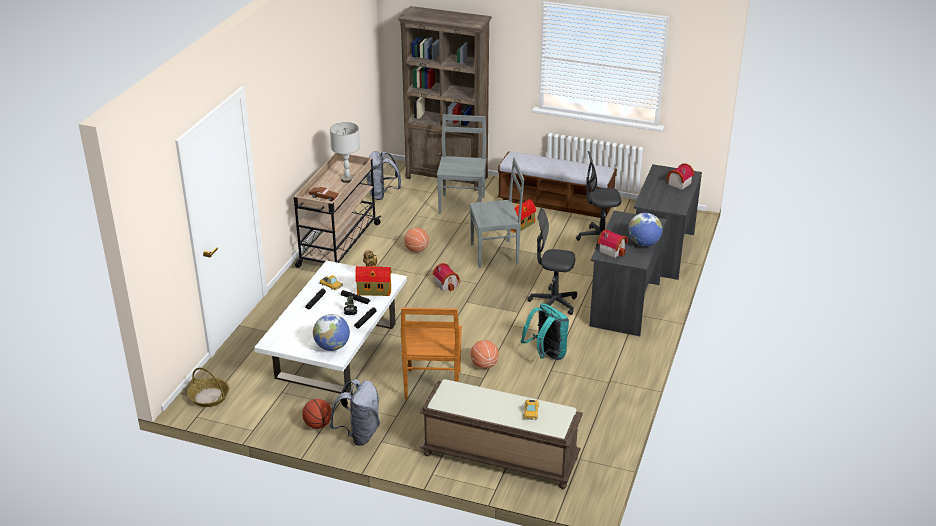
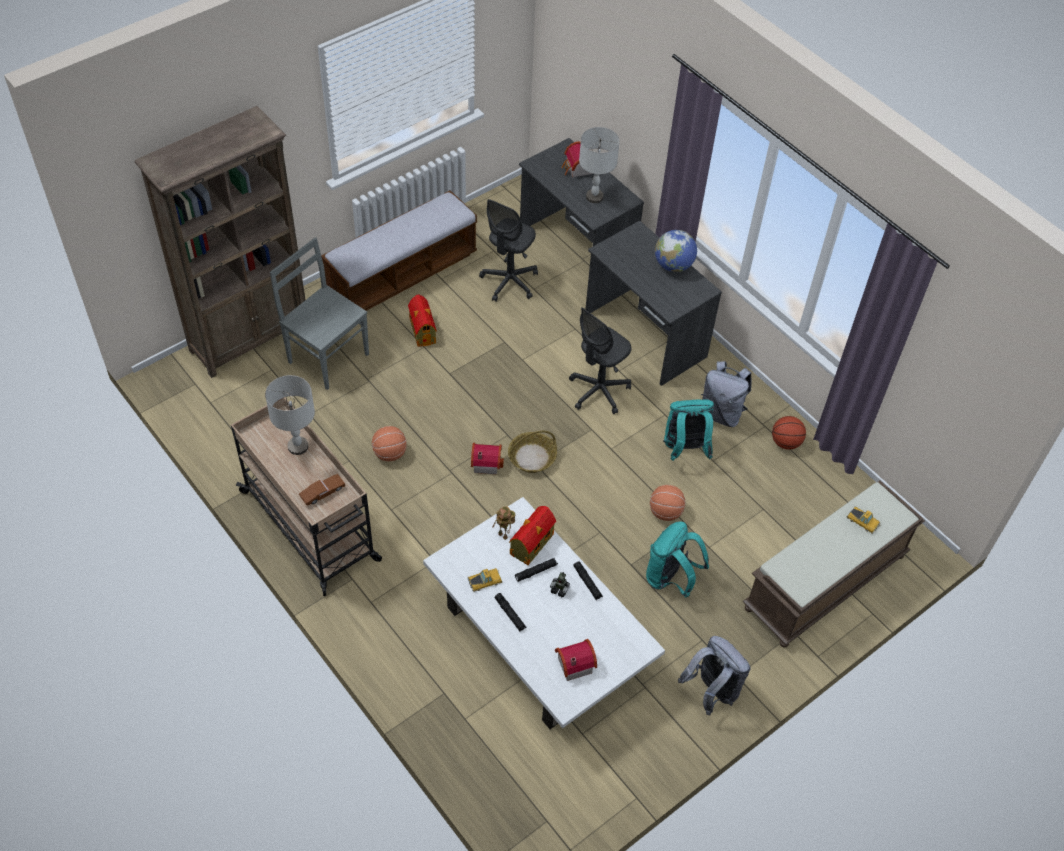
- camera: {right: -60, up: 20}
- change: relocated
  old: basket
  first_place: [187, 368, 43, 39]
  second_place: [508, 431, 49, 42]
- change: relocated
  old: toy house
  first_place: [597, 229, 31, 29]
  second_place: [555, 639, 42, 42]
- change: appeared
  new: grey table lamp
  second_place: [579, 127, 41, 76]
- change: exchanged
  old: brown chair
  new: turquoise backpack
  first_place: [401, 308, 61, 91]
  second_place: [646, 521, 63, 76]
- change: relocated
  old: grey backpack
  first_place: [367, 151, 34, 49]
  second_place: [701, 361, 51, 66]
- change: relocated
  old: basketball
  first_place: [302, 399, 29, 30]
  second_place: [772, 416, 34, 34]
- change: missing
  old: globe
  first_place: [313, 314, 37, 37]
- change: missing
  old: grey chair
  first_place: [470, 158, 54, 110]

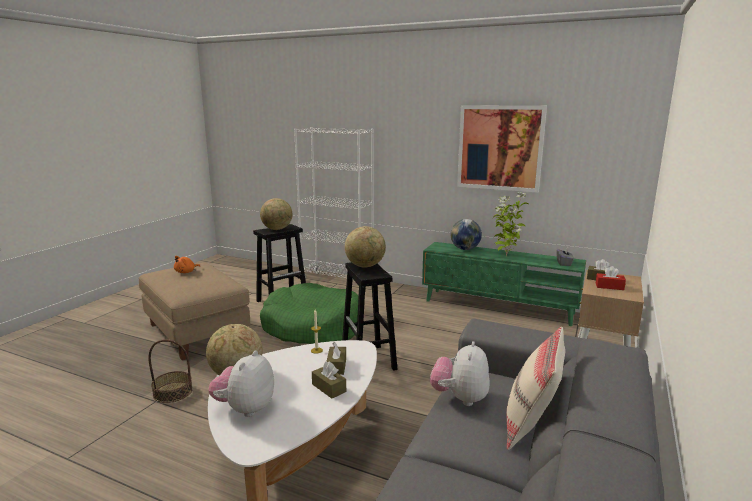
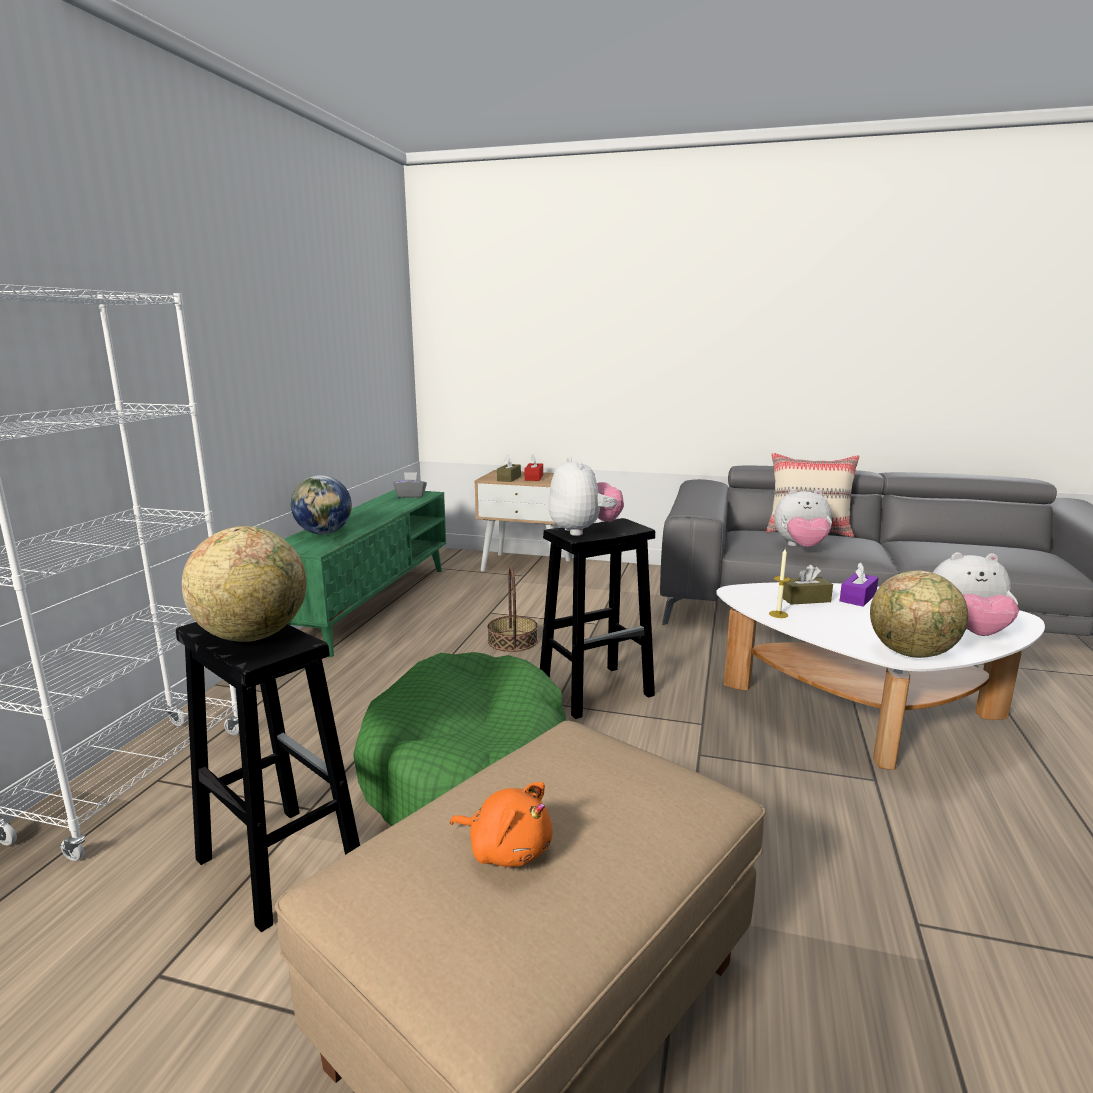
- camera: {right: -100, up: 0}
- change: relocated
  old: basket
  first_place: [148, 339, 45, 64]
  second_place: [487, 566, 51, 86]
- change: exchanged
  old: globe
  new: plush toy
  first_place: [345, 226, 41, 41]
  second_place: [548, 456, 76, 80]
- change: colour
  old: brown tissue box
  new: purple tissue box
  first_place: [312, 362, 34, 37]
  second_place: [840, 562, 39, 44]
- change: missing
  old: picture
  first_place: [457, 105, 90, 88]
- change: missing
  old: potted plant
  first_place: [493, 192, 36, 64]

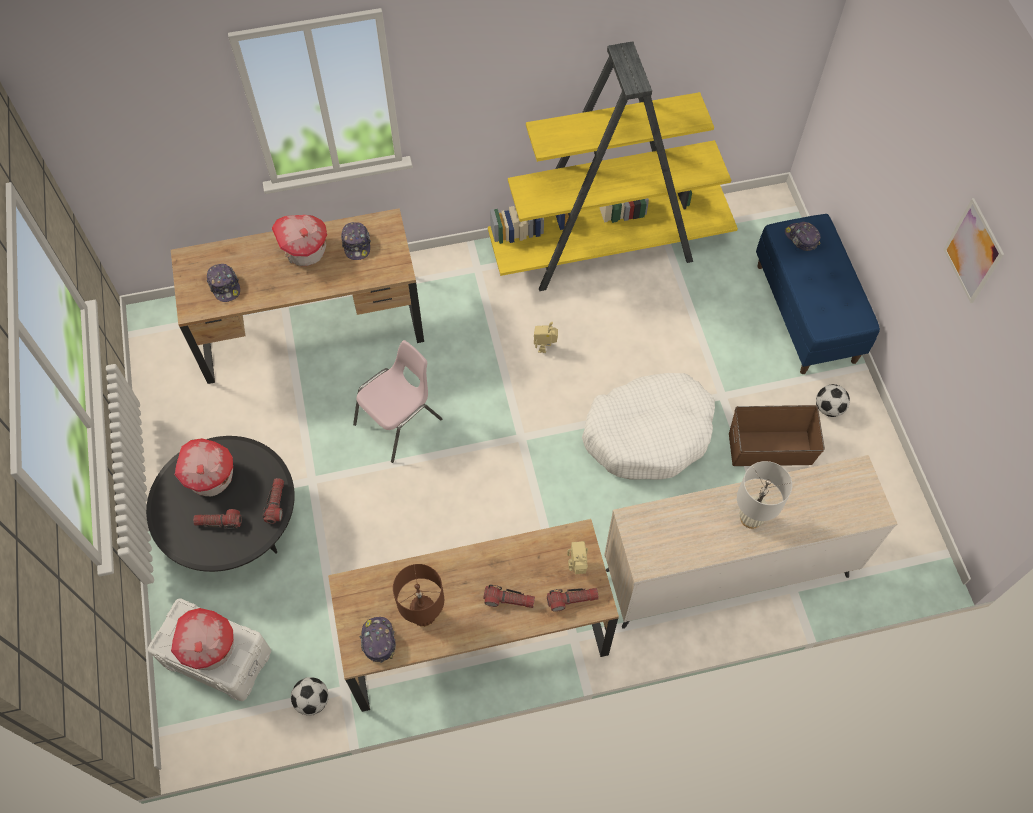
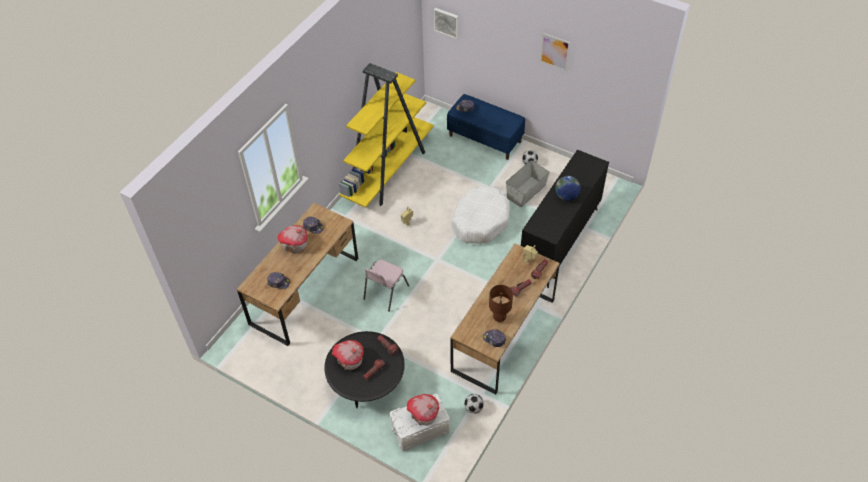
- camera: {right: -45, up: -10}
- change: spun
  old: pink chair
  first_place: [353, 340, 89, 123]
  second_place: [363, 260, 46, 52]
  degrees: -150
- change: appeared
  new: picture
  second_place: [434, 8, 24, 31]
- change: colour
  old: brown storage box
  new: grey storage box
  first_place: [729, 405, 96, 61]
  second_place: [506, 160, 44, 47]
- change: colour
  old: beige dresser
  new: black dresser
  first_place: [604, 455, 293, 174]
  second_place: [521, 150, 88, 138]
- change: exchanged
  old: white table lamp
  new: globe
  first_place: [737, 461, 55, 68]
  second_place: [555, 176, 26, 25]

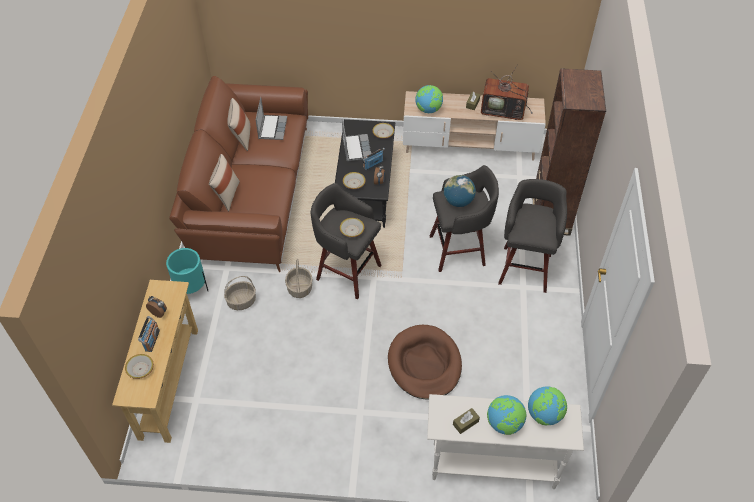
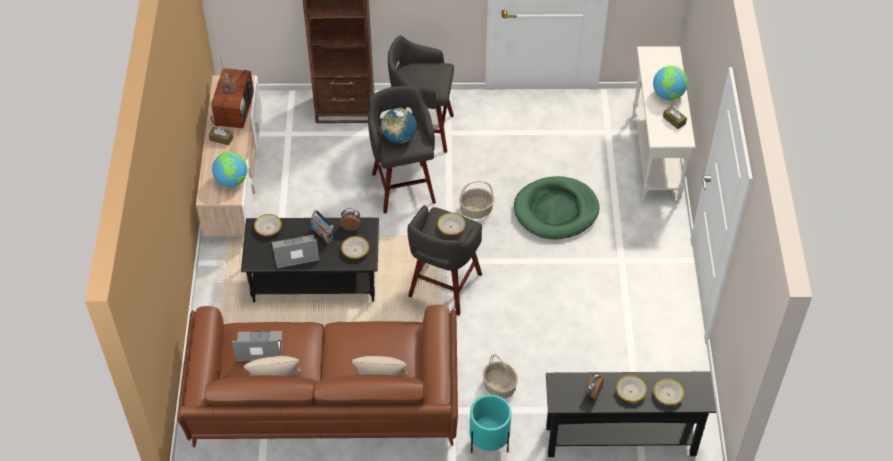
- camera: {right: -95, up: 0}
- change: relocated
  old: basket
  first_place: [285, 259, 27, 39]
  second_place: [459, 181, 35, 38]
- change: colour
  old: brown dog bed
  new: green dog bed
  first_place: [388, 325, 74, 74]
  second_place: [514, 176, 85, 63]
- change: colour
  old: beige console table
  new: black console table
  first_place: [112, 280, 86, 163]
  second_place: [546, 371, 170, 86]
- change: exchanged
  old: radio
  new: bowl
  first_place: [138, 316, 22, 36]
  second_place: [616, 375, 31, 27]
- change: missing
  old: globe
  first_place: [528, 386, 39, 39]

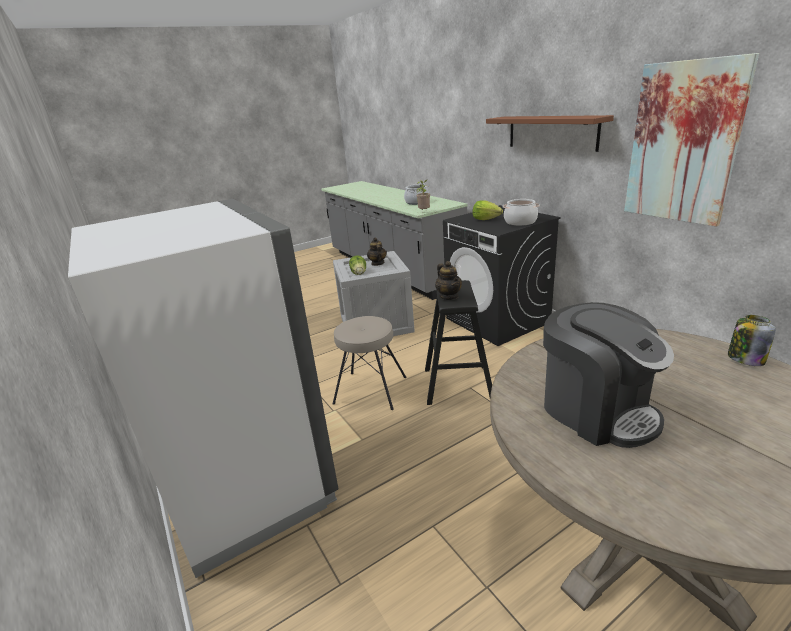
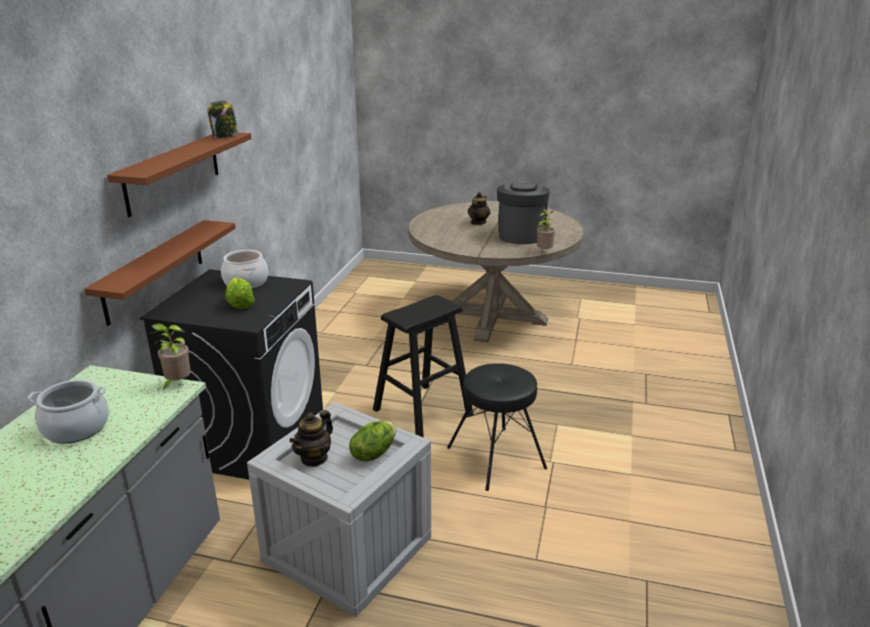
- camera: {right: -135, up: 0}
- change: appeared
  new: brown shelf
  second_place: [84, 220, 152, 106]
- change: relocated
  old: jar
  first_place: [728, 315, 48, 51]
  second_place: [207, 100, 32, 38]
- change: colour
  old: beige stool
  new: black stool
  first_place: [333, 316, 74, 94]
  second_place: [447, 363, 100, 128]
- change: relocated
  old: teapot
  first_place: [435, 261, 27, 39]
  second_place: [468, 192, 22, 33]
- change: appeared
  new: potted plant
  second_place: [537, 209, 18, 40]
- change: missing
  old: white fridge
  first_place: [68, 199, 270, 379]
- change: missing
  old: picture
  first_place: [624, 53, 135, 174]

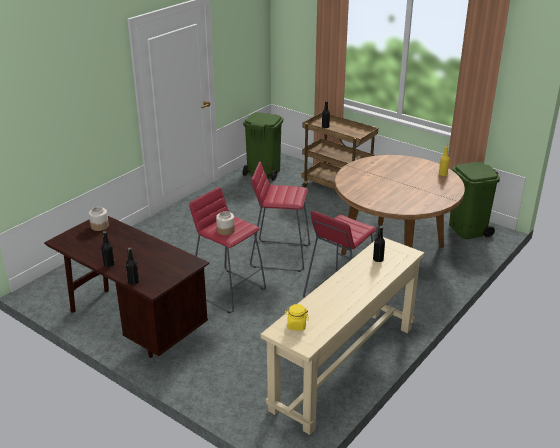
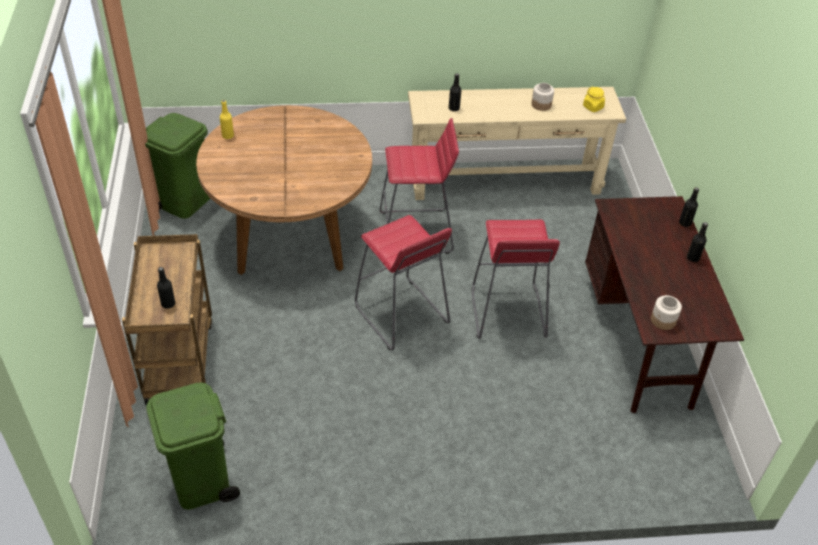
- camera: {right: -135, up: 15}
- change: relocated
  old: jar
  first_place: [216, 211, 19, 24]
  second_place: [531, 83, 23, 28]

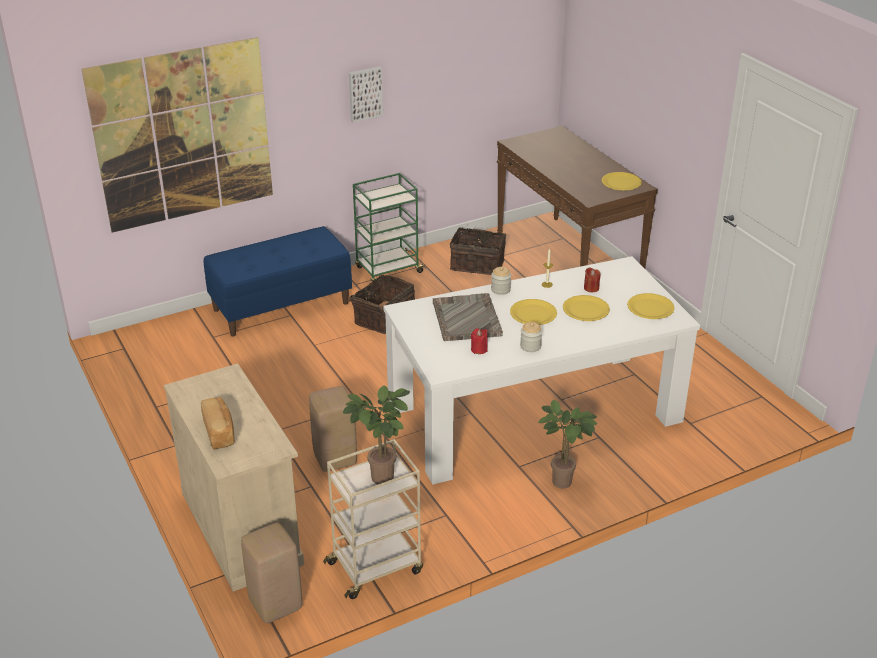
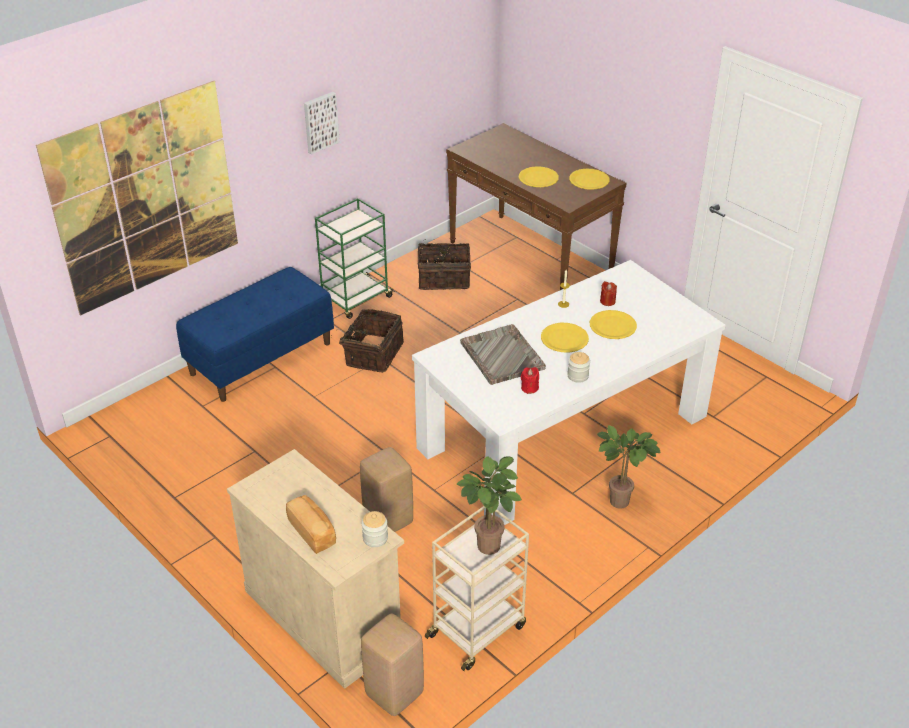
- camera: {right: -15, up: 5}
- change: relocated
  old: jar
  first_place: [491, 267, 20, 28]
  second_place: [362, 511, 26, 36]
- change: relocated
  old: yellow plate
  first_place: [627, 293, 48, 26]
  second_place: [519, 166, 40, 21]

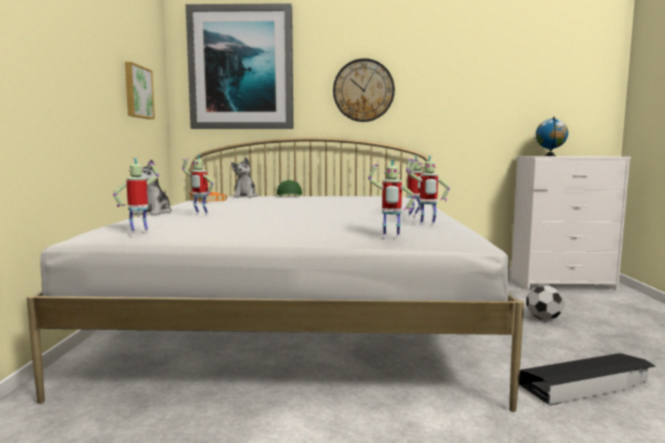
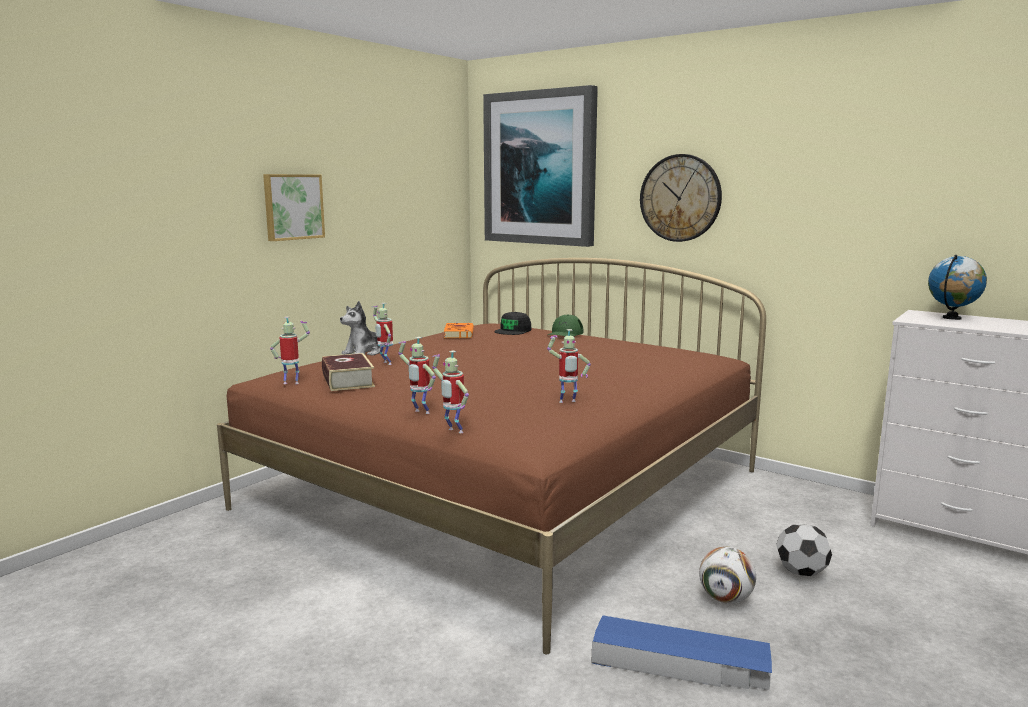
- camera: {right: 35, up: 5}
- change: colour
  old: white bed
  new: brown bed
  first_place: [26, 137, 498, 275]
  second_place: [217, 258, 549, 396]
- change: relocated
  old: picture
  first_place: [125, 62, 30, 57]
  second_place: [263, 174, 62, 67]
- change: appeared
  new: book
  second_place: [322, 353, 53, 38]
- change: relocated
  old: toy robot
  first_place: [409, 155, 41, 70]
  second_place: [399, 337, 37, 77]
- change: exchanged
  old: plush toy
  new: black cap
  first_place: [231, 157, 27, 41]
  second_place: [494, 312, 37, 23]
- change: colour
  old: black storage box
  new: blue storage box
  first_place: [519, 353, 137, 52]
  second_place: [591, 615, 181, 75]
- change: appeared
  new: football
  second_place: [699, 547, 57, 57]

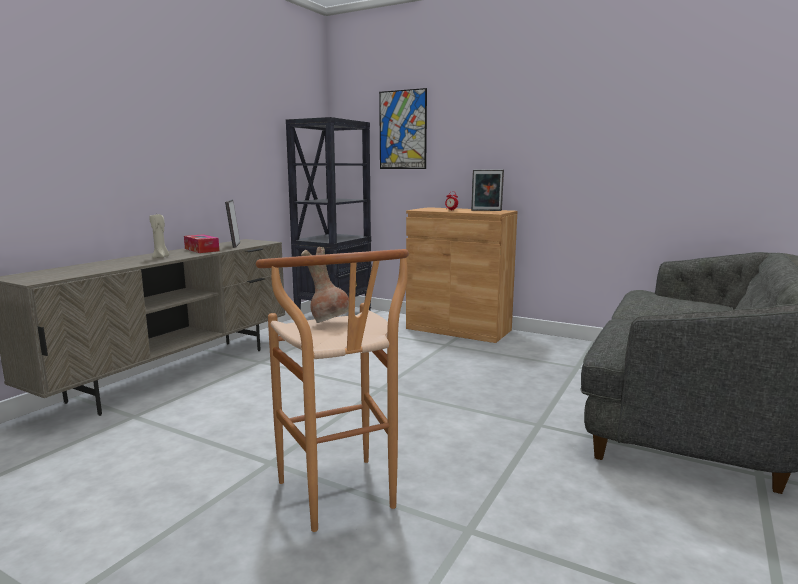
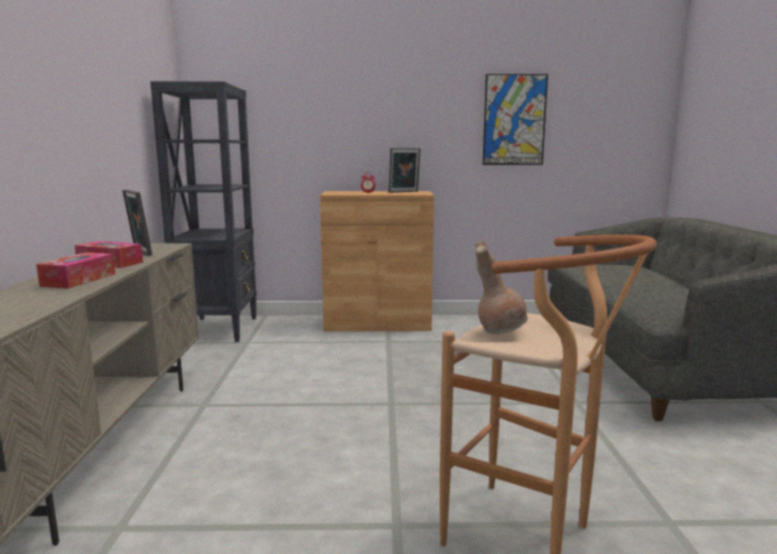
- camera: {right: -30, up: 0}
- change: exchanged
  old: beige candle
  new: tissue box
  first_place: [149, 214, 20, 44]
  second_place: [36, 253, 79, 36]
- change: relocated
  old: picture
  first_place: [379, 88, 48, 81]
  second_place: [483, 74, 65, 91]

